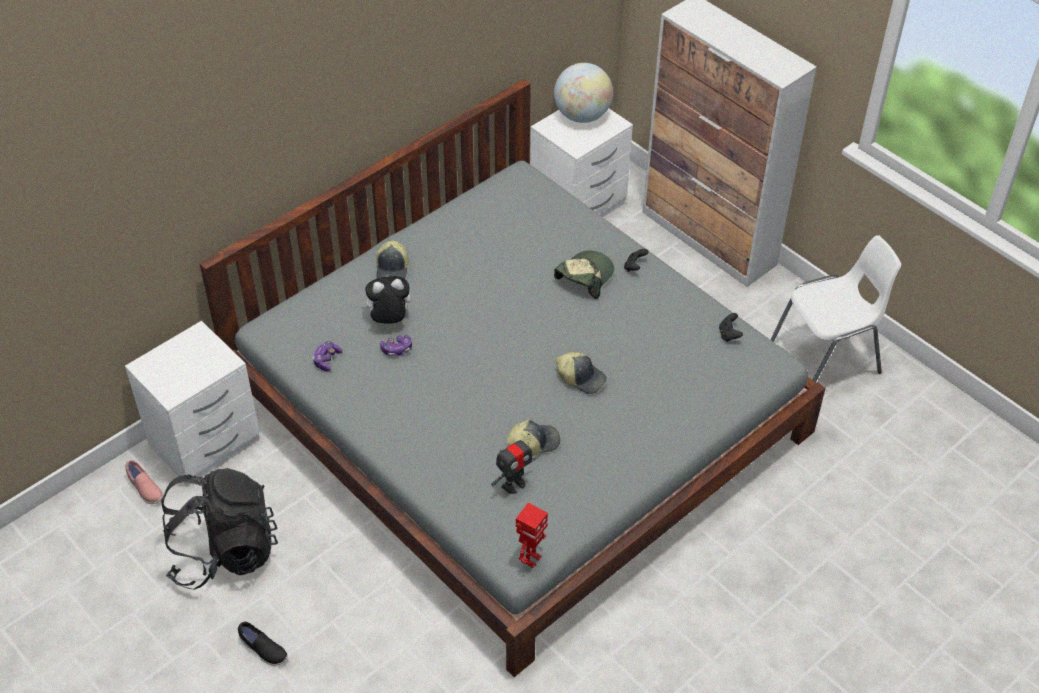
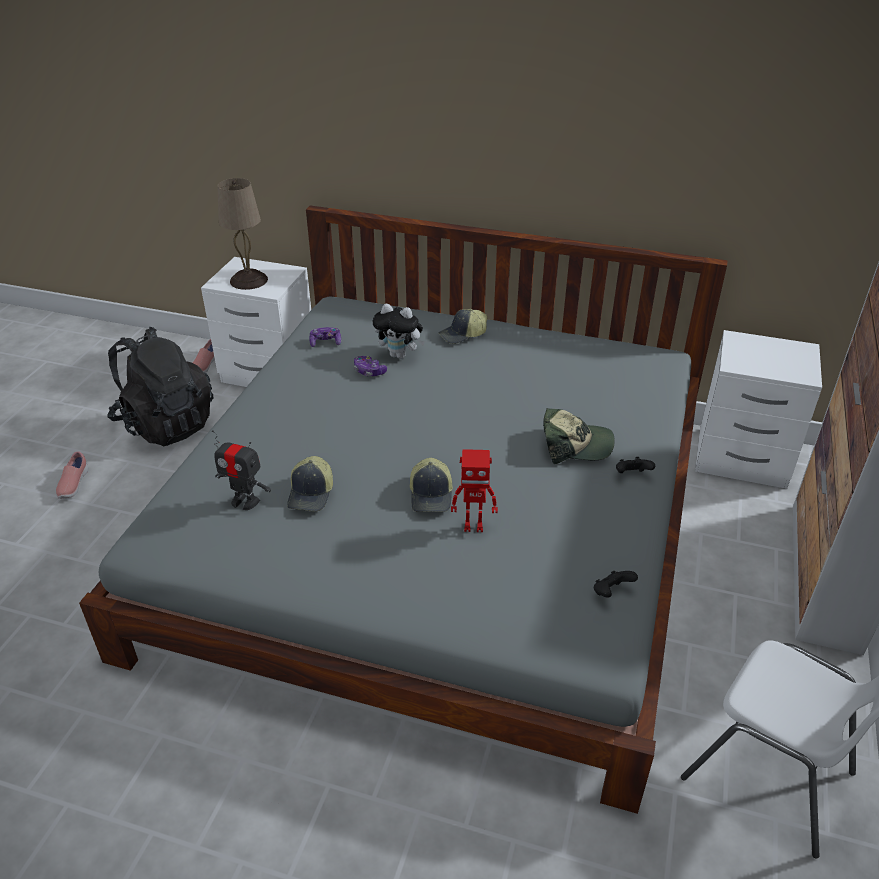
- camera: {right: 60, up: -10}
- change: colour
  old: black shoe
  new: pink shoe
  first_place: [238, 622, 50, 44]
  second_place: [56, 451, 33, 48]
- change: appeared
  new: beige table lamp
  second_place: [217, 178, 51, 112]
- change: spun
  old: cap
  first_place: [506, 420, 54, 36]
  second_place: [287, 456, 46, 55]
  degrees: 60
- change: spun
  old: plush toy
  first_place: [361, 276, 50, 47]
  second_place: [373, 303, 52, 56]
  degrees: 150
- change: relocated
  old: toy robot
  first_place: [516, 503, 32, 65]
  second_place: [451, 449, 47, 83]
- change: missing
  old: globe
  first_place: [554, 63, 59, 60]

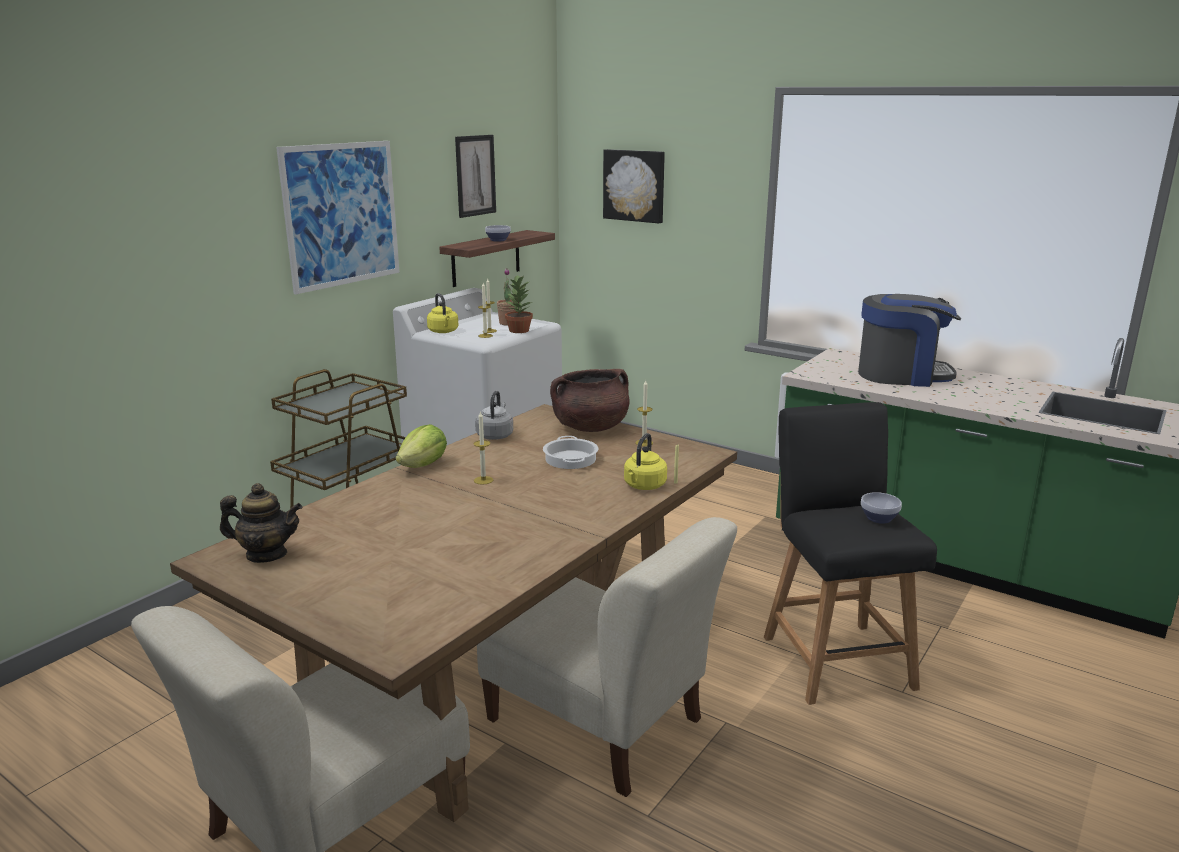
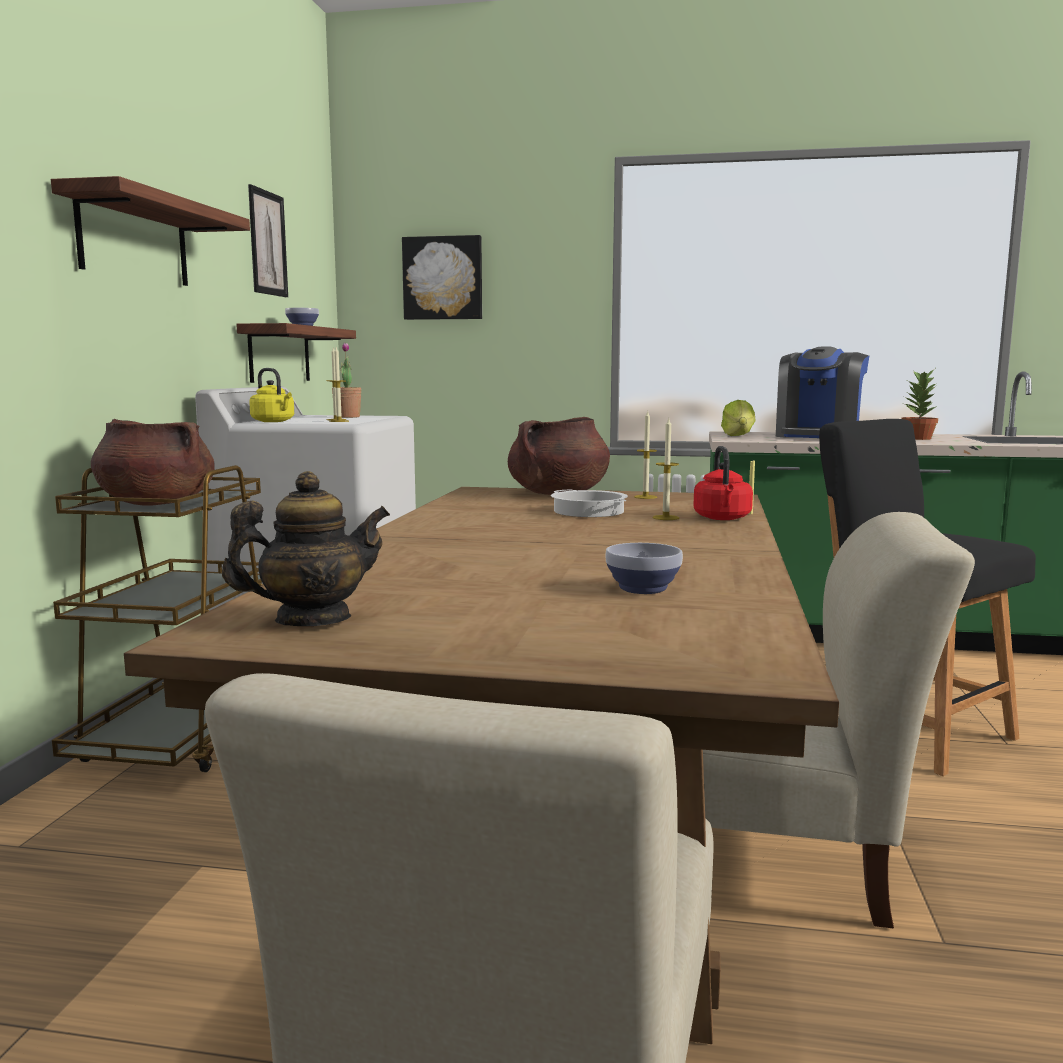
- camera: {right: -25, up: -10}
- change: exchanged
  old: picture
  new: shelf
  first_place: [276, 141, 124, 153]
  second_place: [51, 176, 199, 110]
- change: appeared
  new: brown cooking pot
  second_place: [91, 419, 124, 87]
- change: relocated
  old: bowl
  first_place: [861, 492, 41, 32]
  second_place: [605, 543, 78, 51]
- change: relocated
  old: candle
  first_place: [473, 411, 20, 74]
  second_place: [653, 418, 26, 102]
- change: colour
  old: yellow kettle
  new: red kettle
  first_place: [624, 433, 43, 57]
  second_place: [694, 446, 59, 74]
- change: relocated
  old: lettuce
  first_place: [396, 424, 51, 44]
  second_place: [721, 400, 35, 36]
- change: spun
  old: coffee machine
  first_place: [858, 294, 103, 93]
  second_place: [776, 346, 93, 92]
  degrees: 135
- change: relocated
  old: potted plant
  first_place: [505, 275, 28, 58]
  second_place: [901, 370, 37, 70]
- change: missing
  old: grey kettle
  first_place: [475, 391, 38, 49]

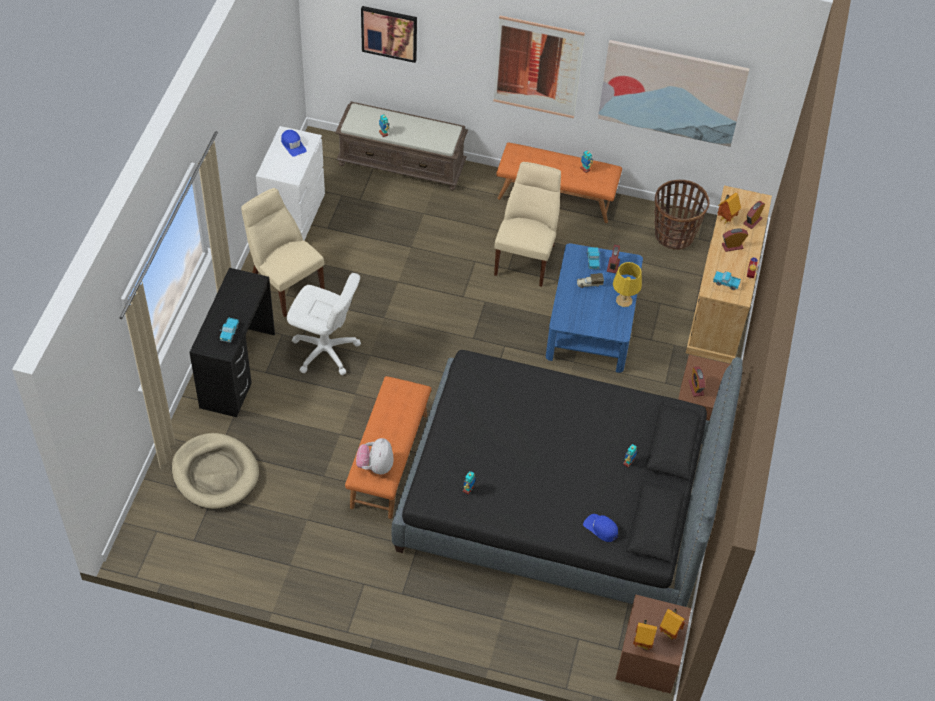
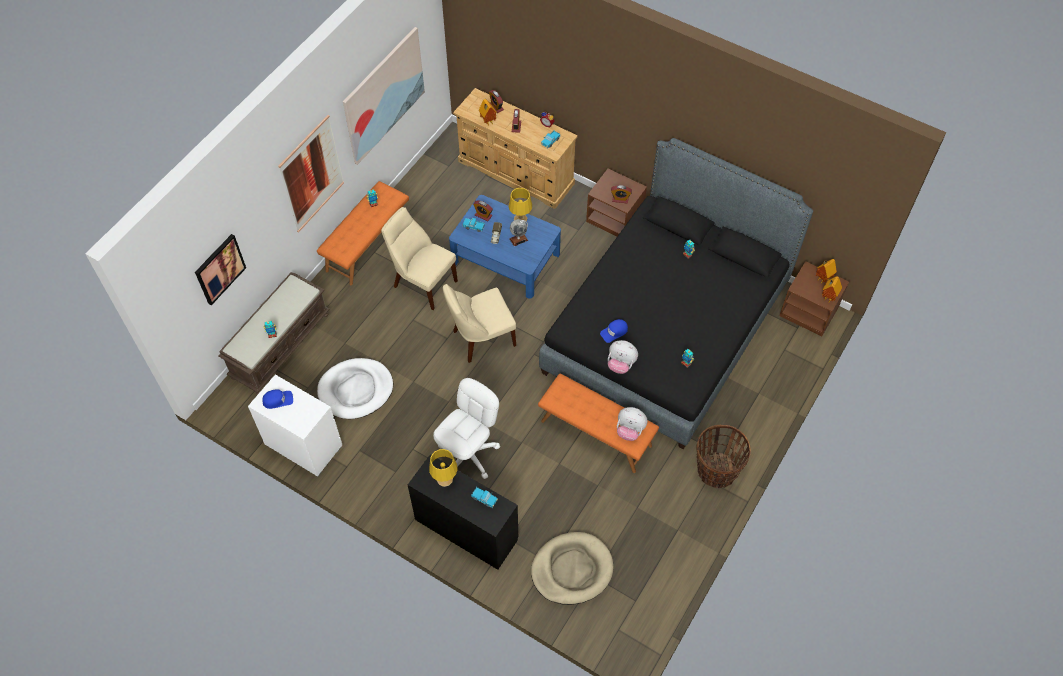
- camera: {right: -70, up: 5}
- change: appeared
  new: white dog bed
  second_place: [317, 358, 76, 61]
- change: appeared
  new: yellow table lamp
  second_place: [429, 449, 29, 38]
- change: relocated
  old: beige chair
  first_place: [241, 188, 84, 129]
  second_place: [443, 284, 73, 79]
- change: appeared
  new: globe
  second_place: [509, 219, 19, 27]
- change: relocated
  old: blue cap
  first_place: [583, 514, 35, 28]
  second_place: [600, 319, 28, 24]
- change: appeared
  new: plush toy
  second_place: [608, 340, 30, 34]
- change: relocated
  old: basket
  first_place: [654, 180, 55, 70]
  second_place: [696, 425, 55, 63]

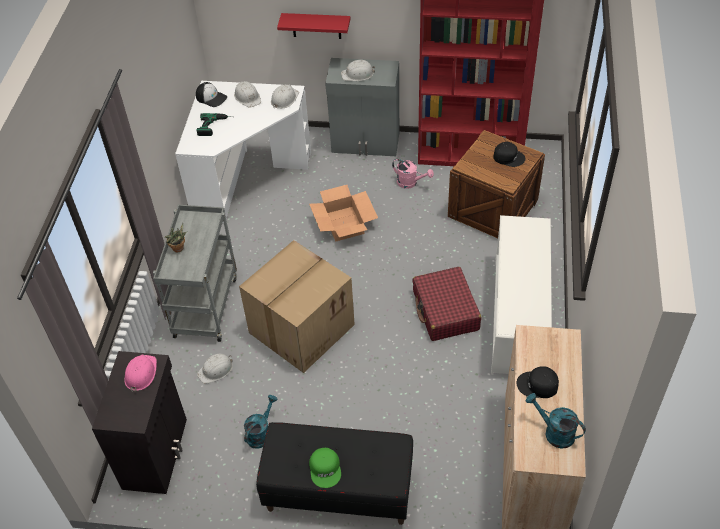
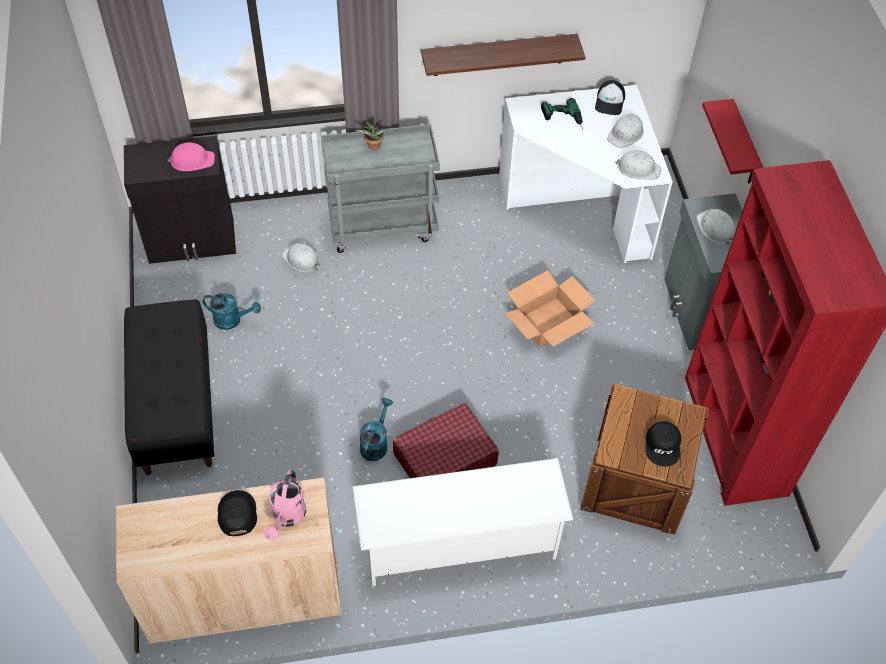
- camera: {right: 70, up: 5}
- change: relocated
  old: pink watering can
  first_place: [392, 159, 42, 30]
  second_place: [264, 470, 42, 71]
- change: relocated
  old: turquoise watering can
  first_place: [526, 393, 60, 56]
  second_place: [359, 398, 34, 63]
- change: appeared
  new: shelf
  second_place: [421, 34, 164, 42]
- change: missing
  old: cardboard box
  first_place: [239, 240, 116, 133]
- change: missing
  old: green cap
  first_place: [309, 448, 32, 40]

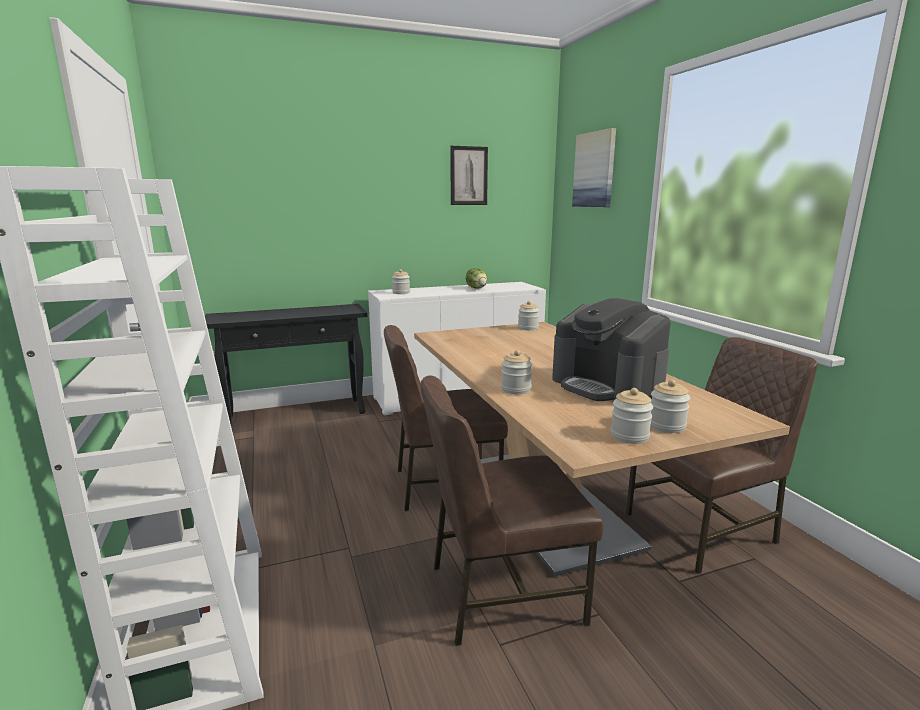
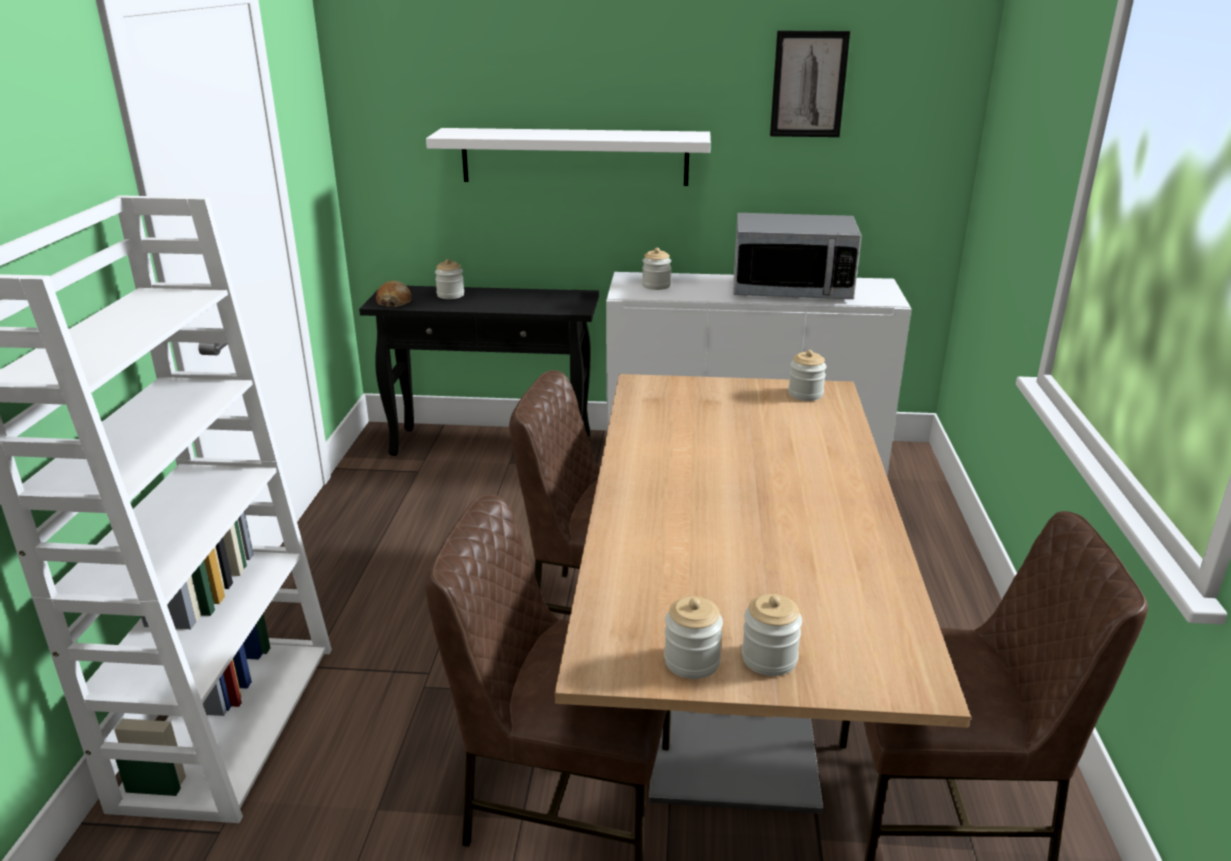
- camera: {right: 25, up: 10}
- change: appeared
  new: bread
  second_place: [376, 281, 35, 26]
- change: appeared
  new: white shelf
  second_place: [426, 128, 285, 58]
- change: relocated
  old: jar
  first_place: [501, 350, 31, 44]
  second_place: [435, 259, 29, 40]
- change: exchanged
  old: lettuce
  new: microwave
  first_place: [466, 268, 21, 21]
  second_place: [733, 213, 129, 86]
- change: missing
  old: coffee machine
  first_place: [552, 298, 119, 103]
- change: missing
  old: picture
  first_place: [572, 128, 44, 79]

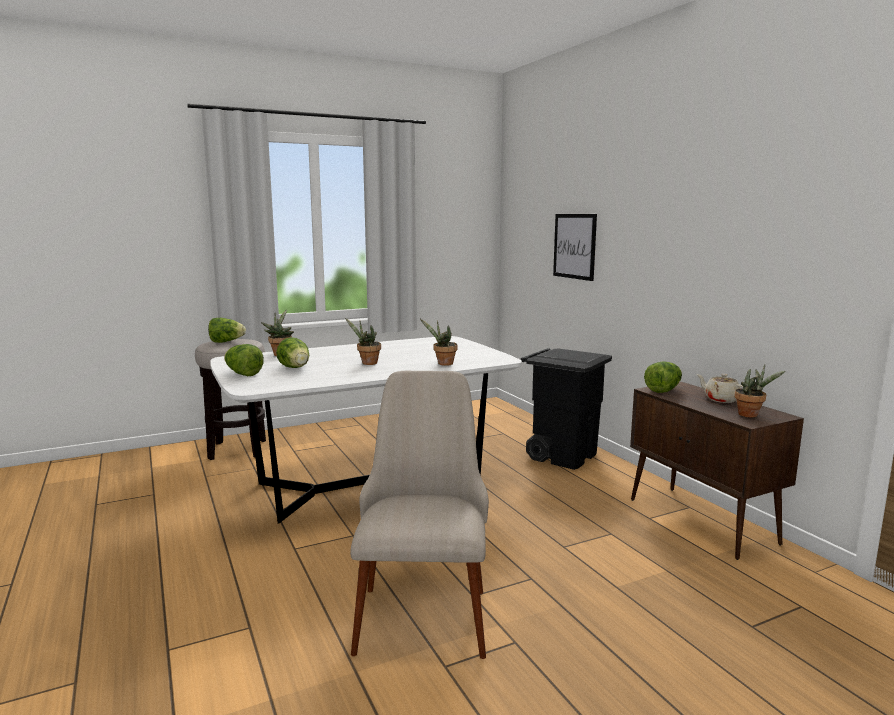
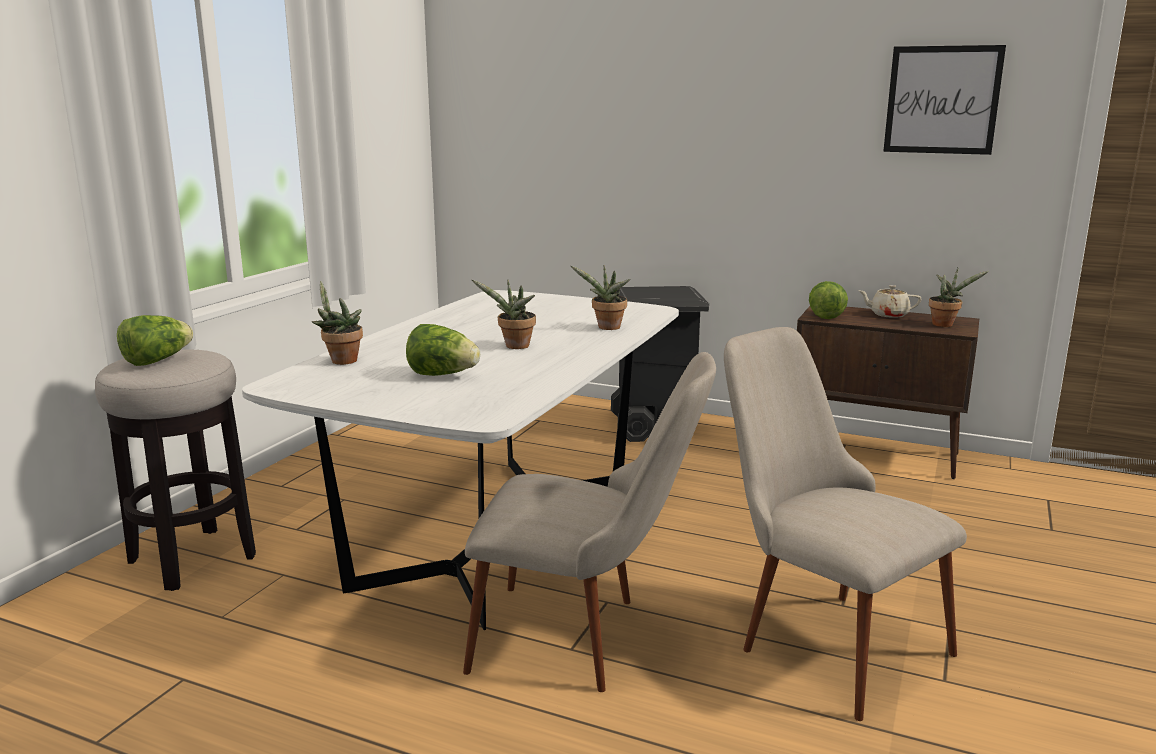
- camera: {right: -40, up: 5}
- change: appeared
  new: beige chair
  second_place: [463, 352, 253, 340]
- change: relocated
  old: picture
  first_place: [553, 214, 44, 67]
  second_place: [883, 45, 123, 110]
- change: missing
  old: lettuce
  first_place: [224, 344, 40, 32]

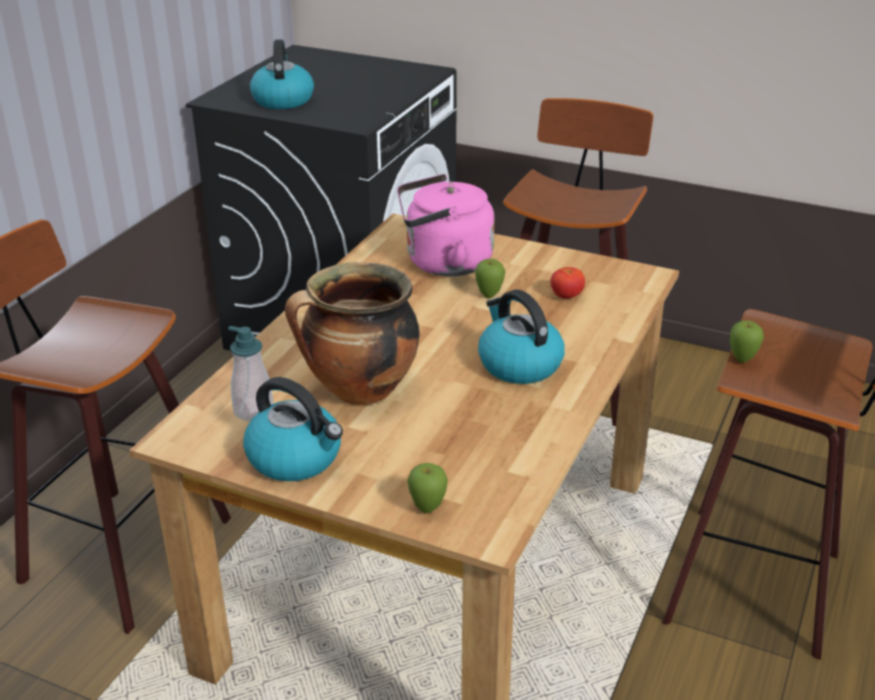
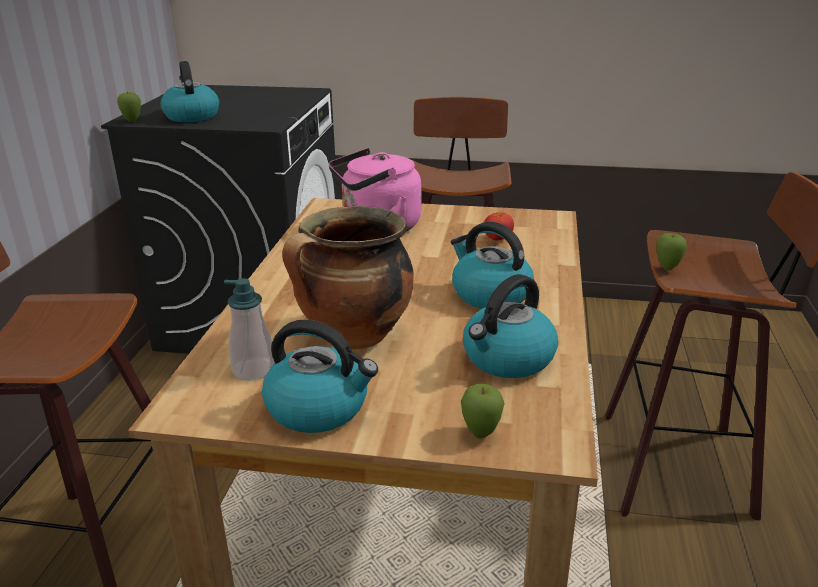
- camera: {right: -15, up: -5}
- change: relocated
  old: apple
  first_place: [475, 259, 30, 39]
  second_place: [117, 92, 24, 31]
- change: appeared
  new: kettle
  second_place: [463, 274, 95, 104]

